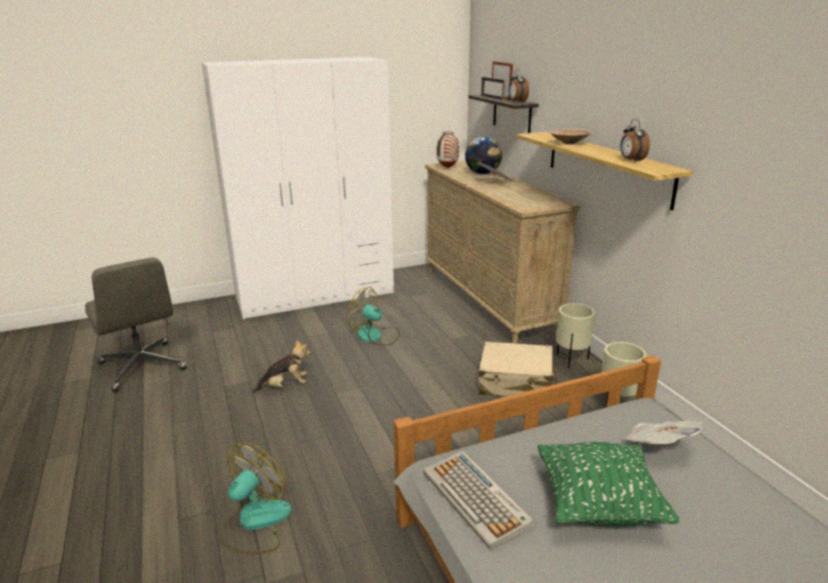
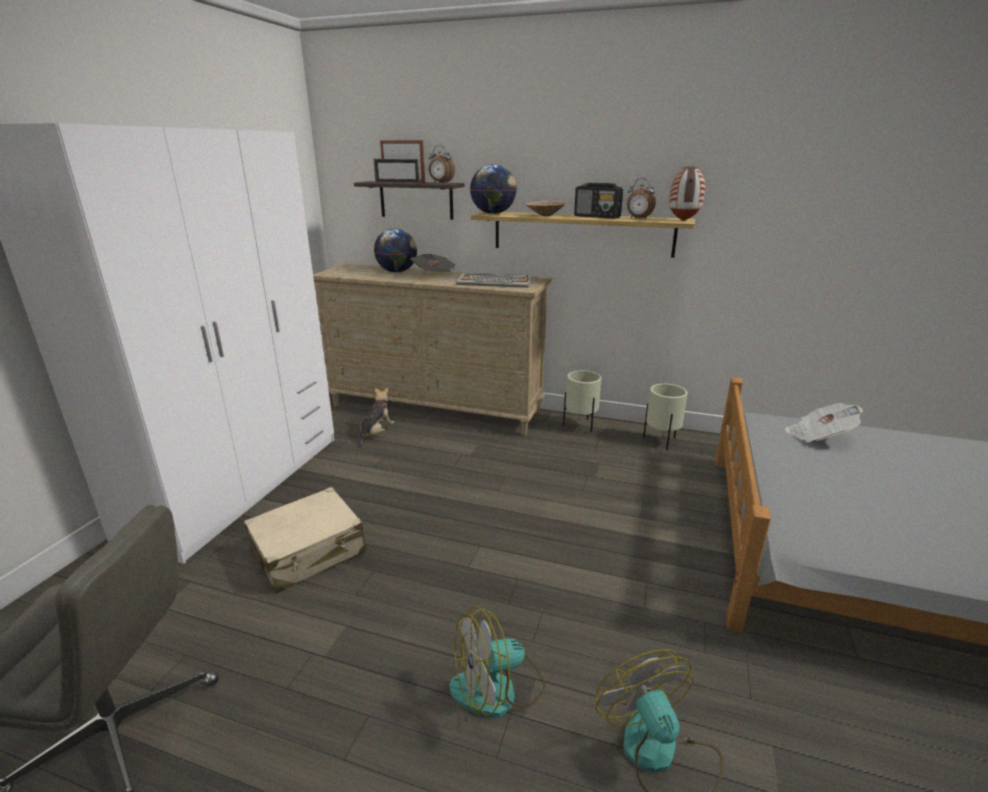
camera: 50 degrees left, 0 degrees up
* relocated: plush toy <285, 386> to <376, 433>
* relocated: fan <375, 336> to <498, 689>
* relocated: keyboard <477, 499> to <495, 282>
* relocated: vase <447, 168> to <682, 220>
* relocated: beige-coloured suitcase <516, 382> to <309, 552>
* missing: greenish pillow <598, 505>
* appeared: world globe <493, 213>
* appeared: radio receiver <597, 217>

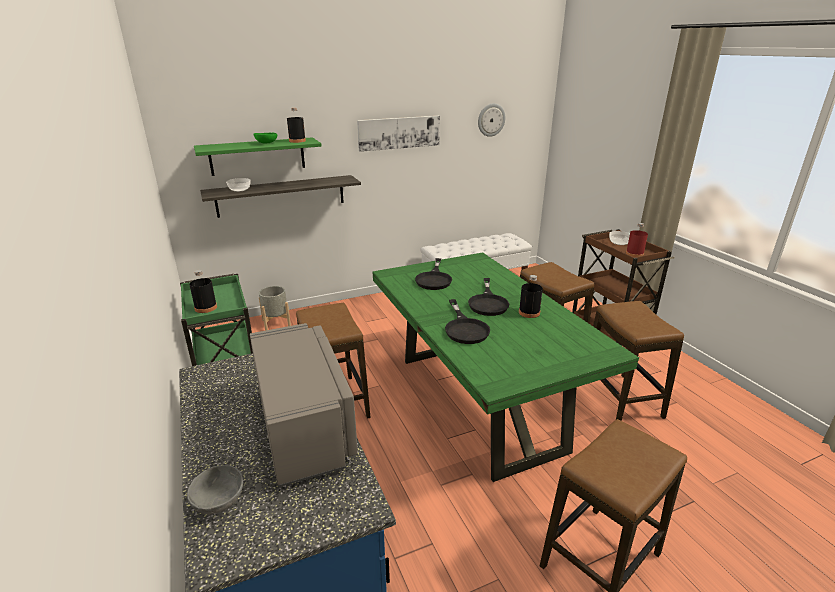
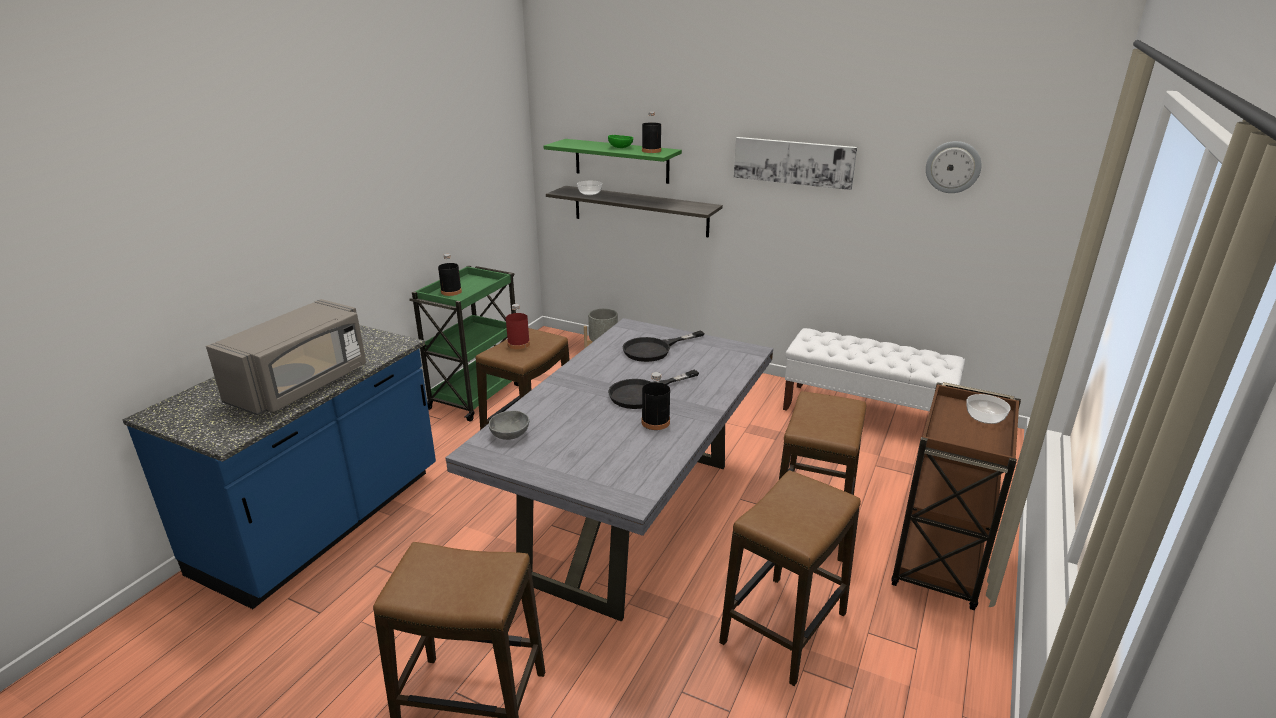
camera: 50 degrees right, 0 degrees up
* relocated: greyish bowl <220, 501> to <510, 435>
* colour: greenish kitchen table <479, 403> to greyish kitchen table <631, 520>
* missing: black-coloured pan <465, 328>
* relocated: red-coloured drink bottle <634, 254> to <518, 344>

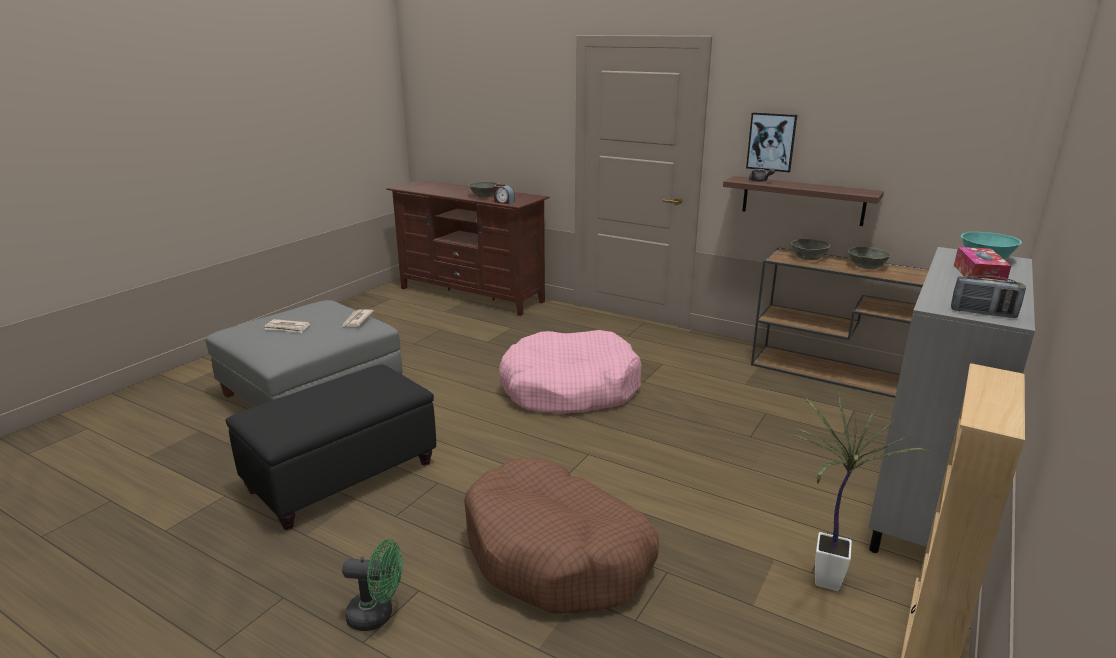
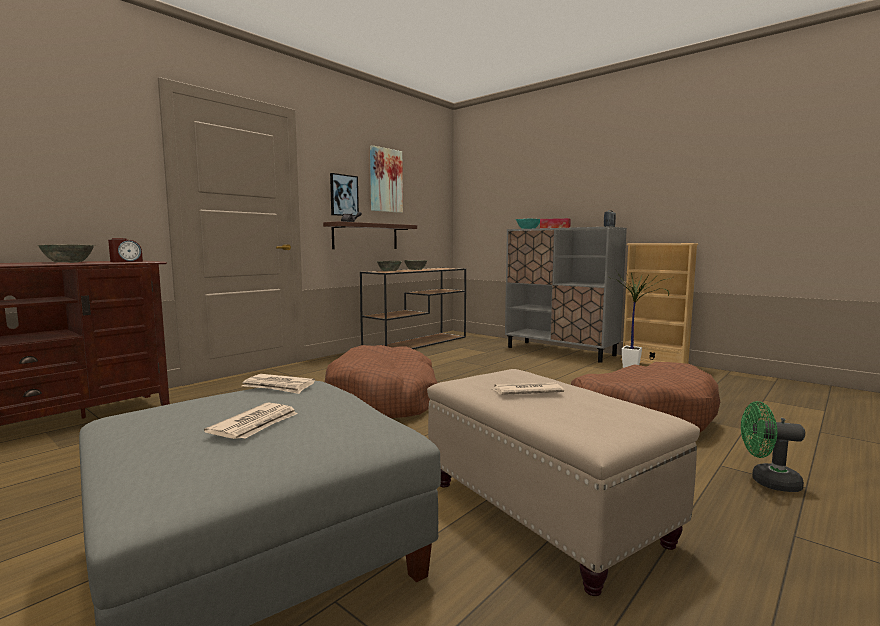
camera: 80 degrees left, 15 degrees down
* colour: black-coloured ottoman <341, 477> to beige-coloured ottoman <544, 512>
* spun: greenish fan <377, 615> = <767, 482> 90 degrees counterclockwise
* colour: pinkish dog cushion <569, 389> to brownish dog cushion <384, 400>
* appeared: wall art <385, 180>
* appeared: newspaper <526, 392>

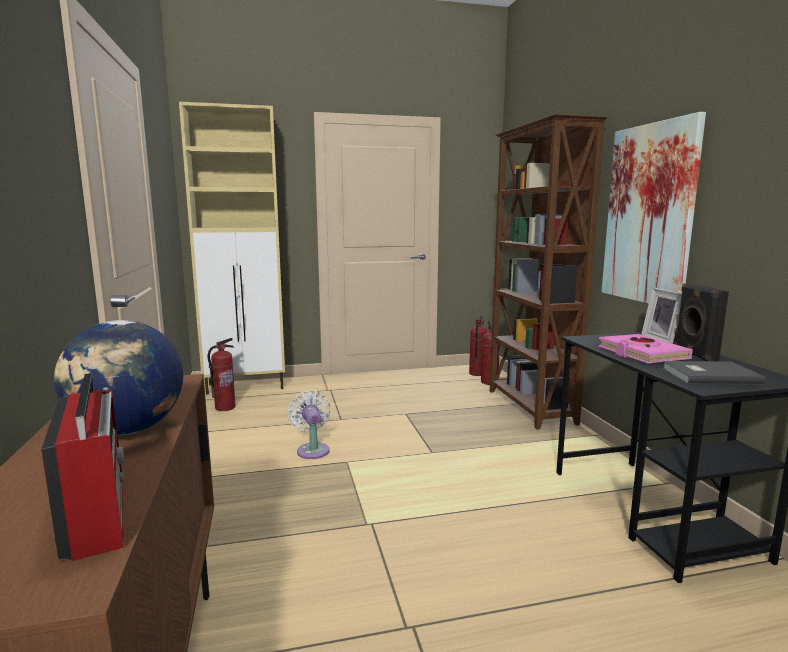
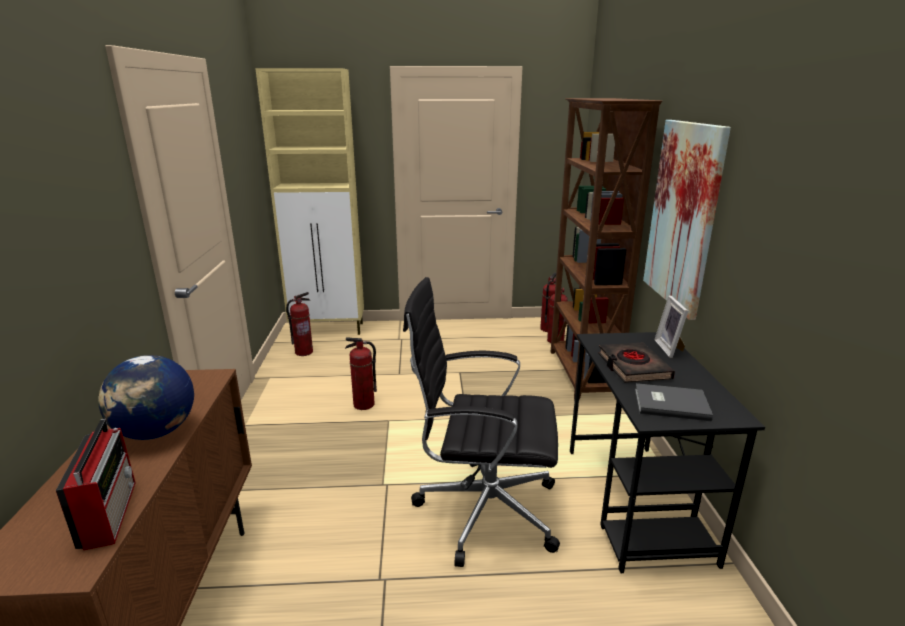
camera: 10 degrees right, 10 degrees up
* exchanged: white fan <312, 449> to extinguisher <363, 405>
* colour: pinkish book <642, 354> to black-coloured book <633, 367>
* missing: black-coloured loudspeaker <694, 354>
* appeared: black-coloured desk chair <483, 509>

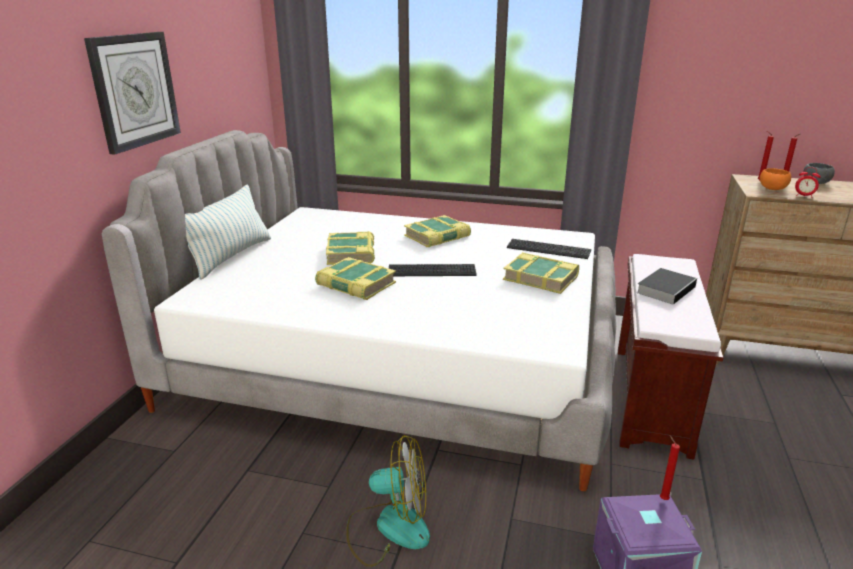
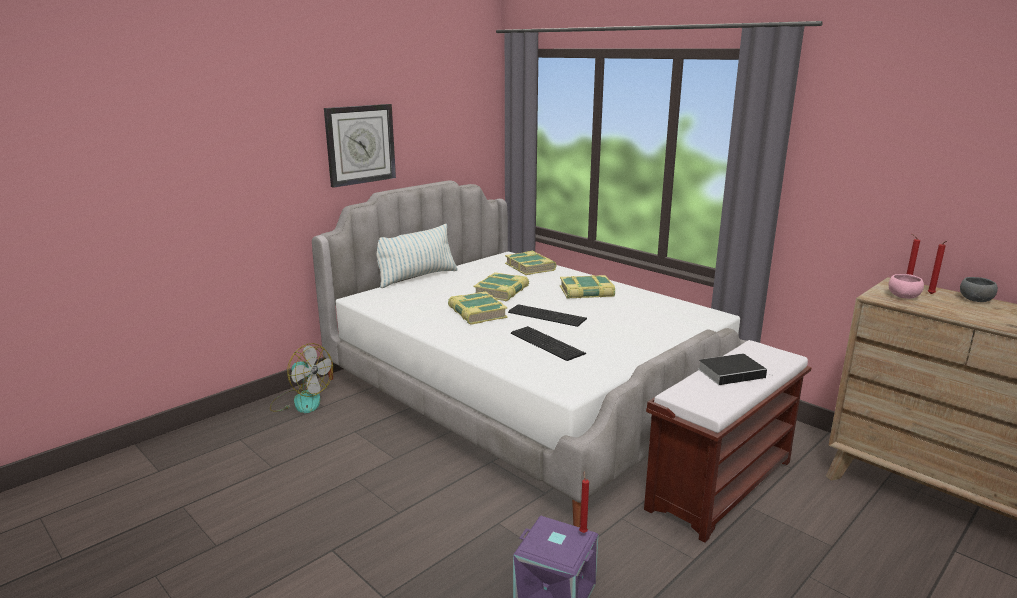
camera: 30 degrees right, 5 degrees down
* relocated: fan <389, 527> to <301, 401>
* relocated: book <541, 278> to <530, 267>
* relocated: keyboard <548, 248> to <547, 342>
* colour: orange bowl <771, 189> to pinkish bowl <902, 296>
* missing: bedside clock <804, 196>

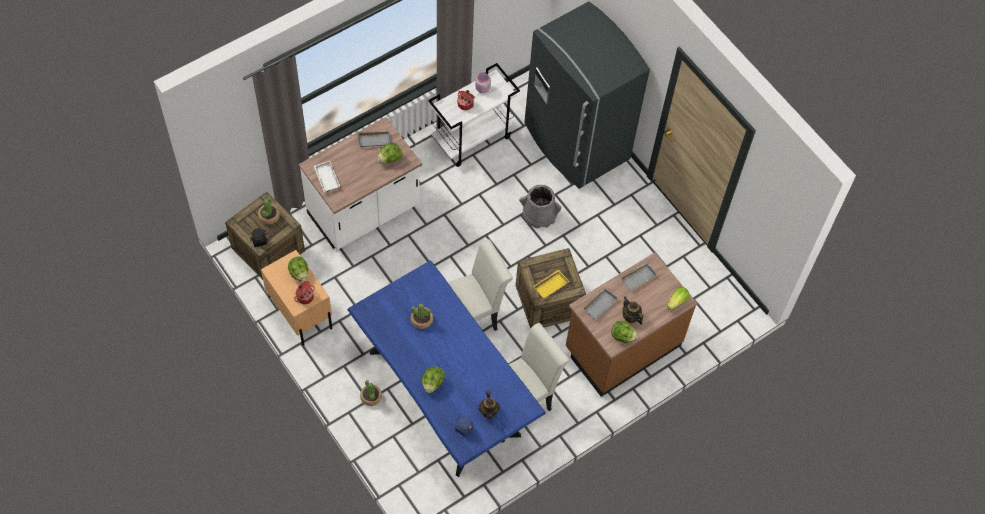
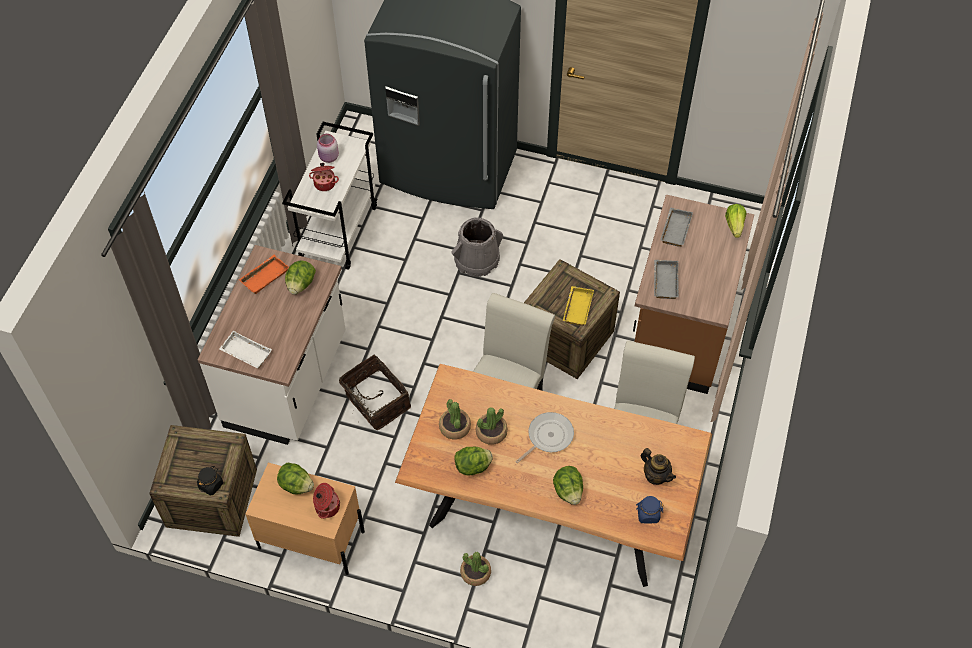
camera: 35 degrees left, 5 degrees down
* relocated: houseplant <269, 216> to <454, 427>
* colour: bluish kitchen table <444, 393> to brownish kitchen table <550, 509>
* colour: greyish carrying tray <375, 139> to orange carrying tray <264, 276>
* relocated: lettuce <622, 336> to <473, 466>
* missing: teapot <630, 317>
* appeared: household basket <376, 402>
* appeared: pan <548, 436>

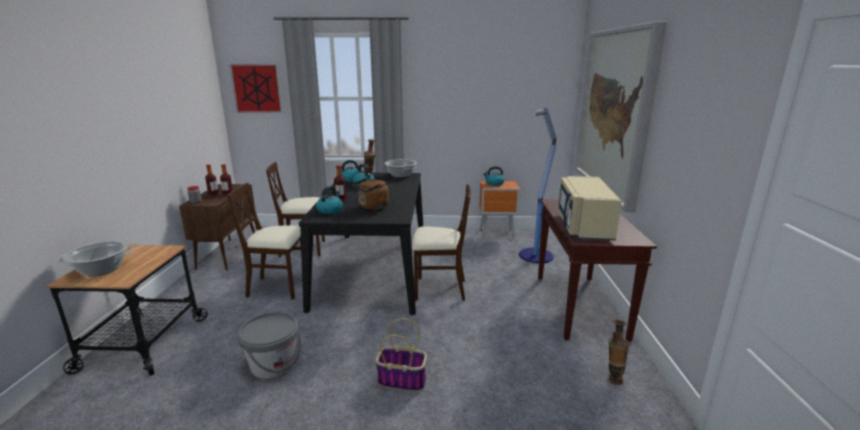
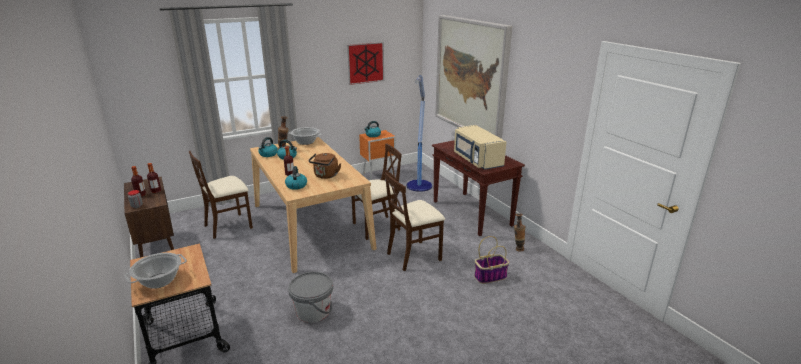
camera: 30 degrees left, 5 degrees up
* relocated: beige-coloured chair <278, 287> to <414, 255>
* relocated: wall art <256, 88> to <365, 63>
* colour: black-coloured kitchen table <374, 268> to beige-coloured kitchen table <310, 225>
* relocated: household basket <403, 380> to <490, 276>

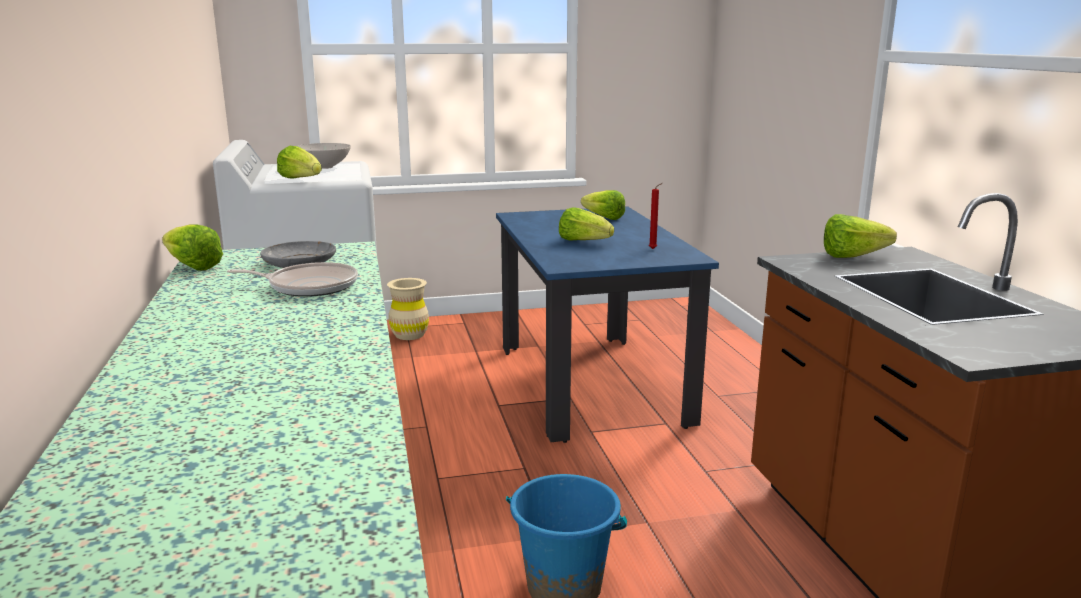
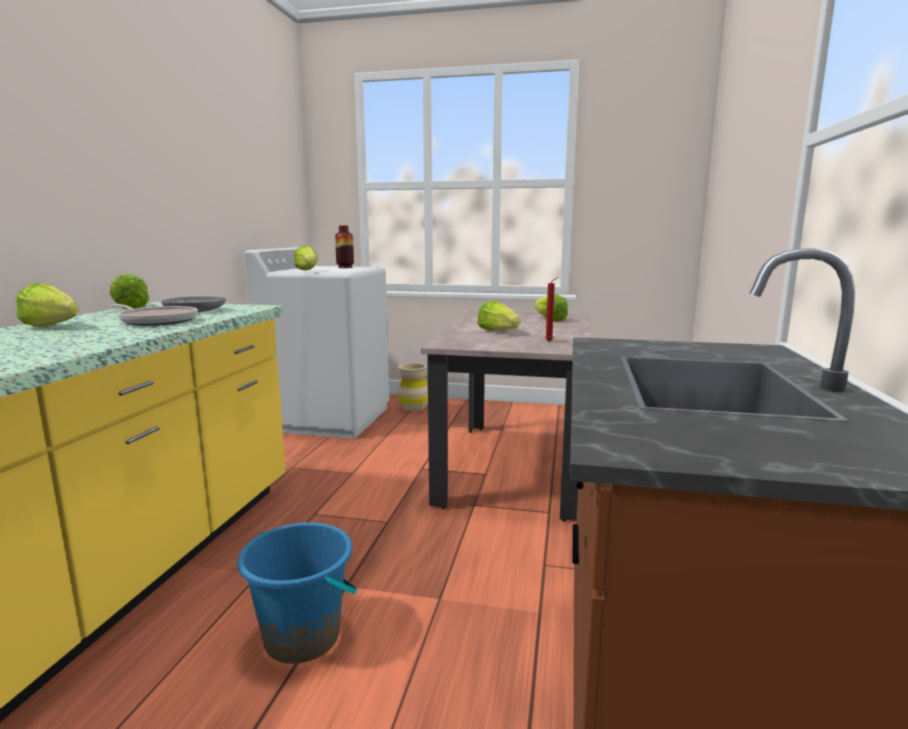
camera: 25 degrees right, 5 degrees down
* exchanged: white bowl <325, 167> to vase <345, 267>
* colour: bluish kitchen table <590, 384> to beige-coloured kitchen table <514, 466>
* relocated: lettuce <859, 257> to <55, 328>

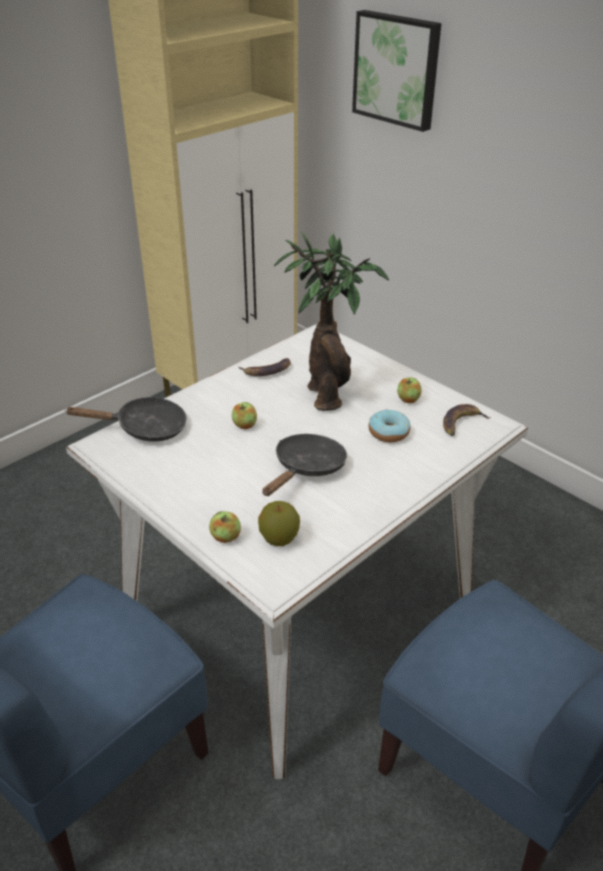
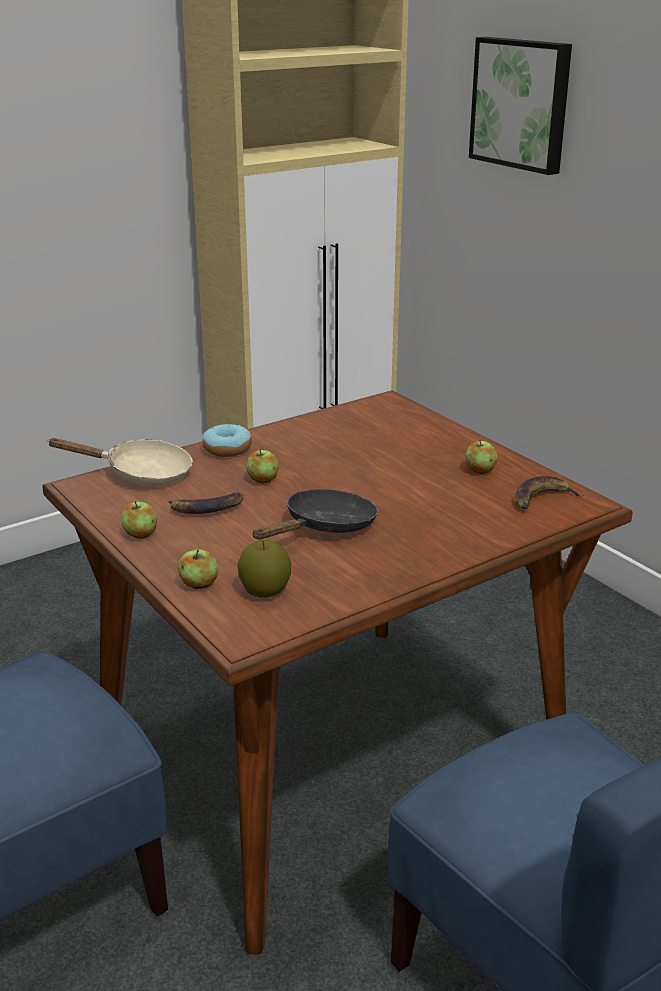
camera: 10 degrees right, 10 degrees down
* colour: white kitchen table <300, 611> to brownish kitchen table <331, 760>
* colour: black-coloured pan <145, 428> to beige-coloured pan <141, 474>
* relocated: banana fruit <267, 371> to <206, 508>
* missing: houseplant <327, 393>
* relocated: ring doughnut <388, 432> to <227, 449>
* appeared: apple fruit <140, 534>

